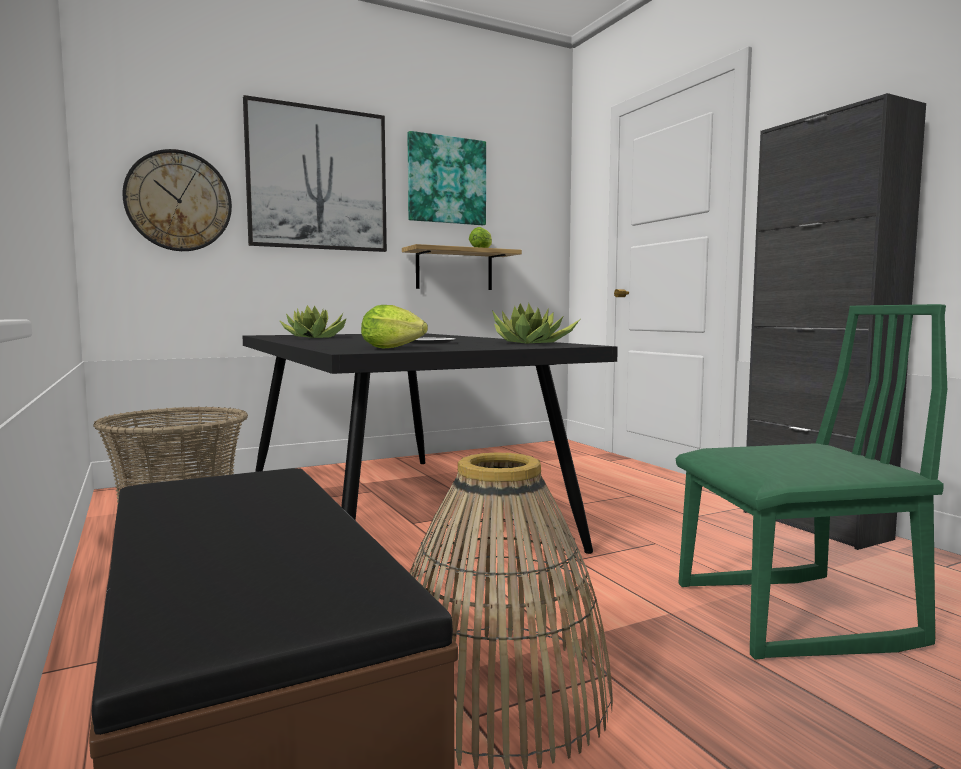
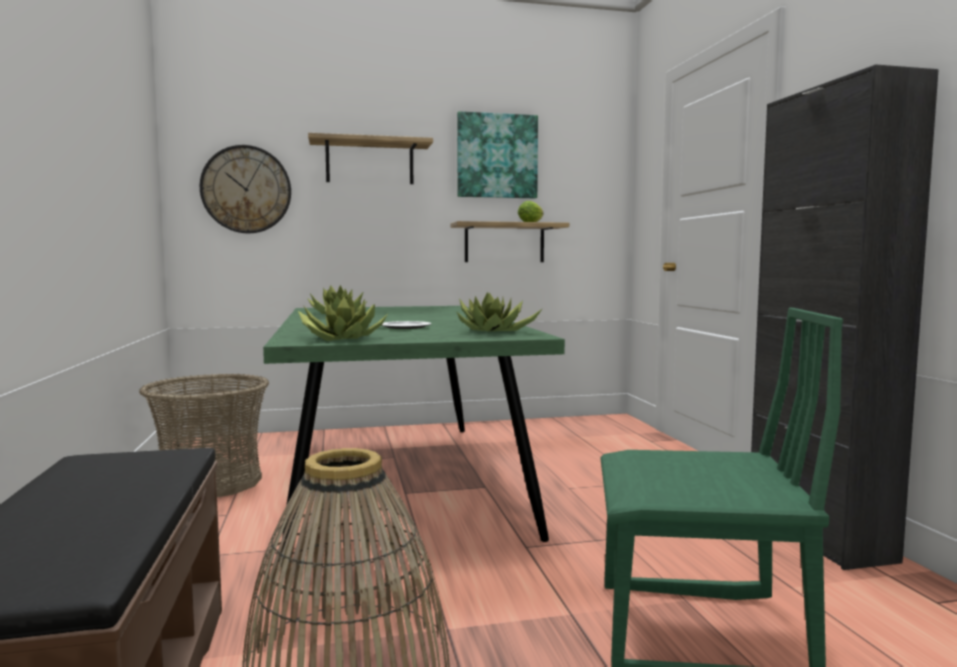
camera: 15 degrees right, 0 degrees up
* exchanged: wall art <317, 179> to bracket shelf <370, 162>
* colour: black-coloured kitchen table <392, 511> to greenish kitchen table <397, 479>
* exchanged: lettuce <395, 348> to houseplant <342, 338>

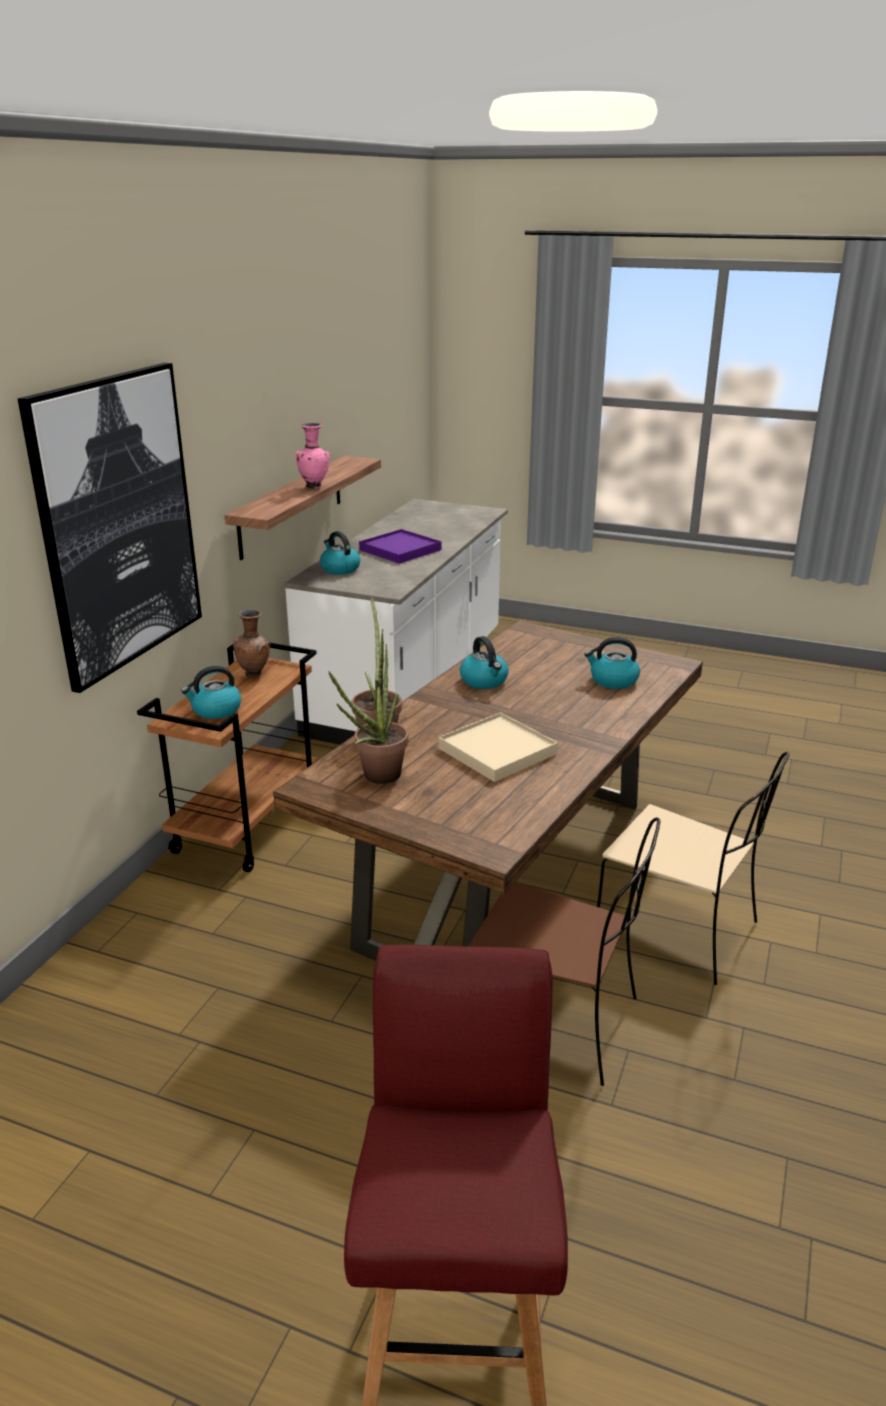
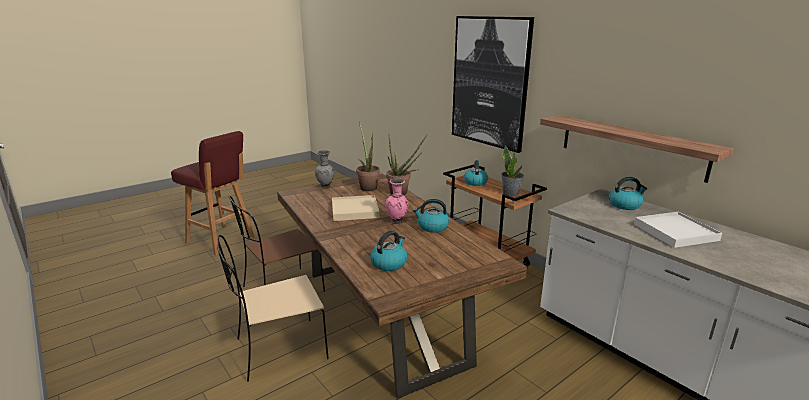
camera: 120 degrees right, 5 degrees down
* exchanged: brownish vase <255, 674> to houseplant <510, 193>
* relocated: pinkish vase <314, 486> to <397, 222>
* colour: purple carrying tray <400, 550> to white carrying tray <675, 232>
* appeared: greyish vase <326, 187>

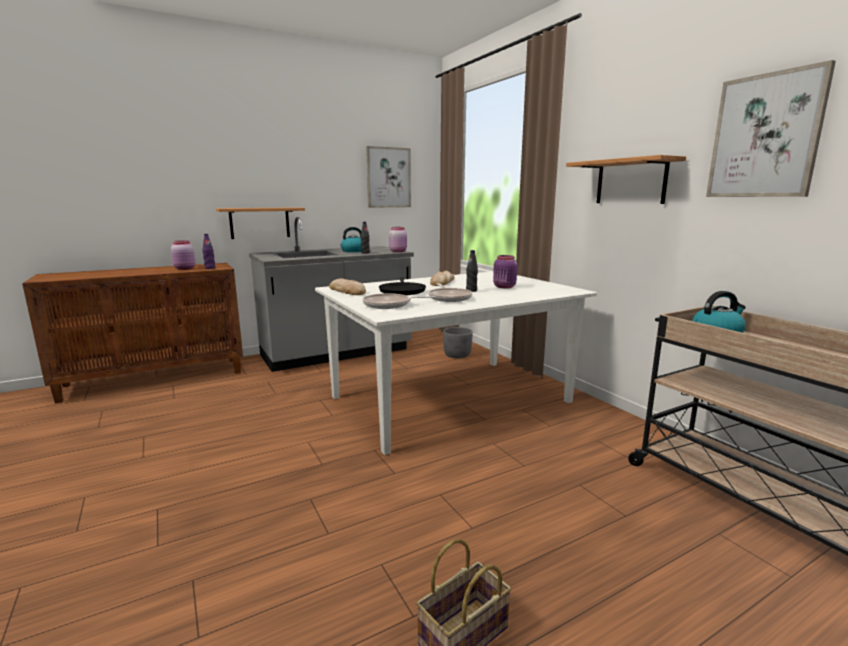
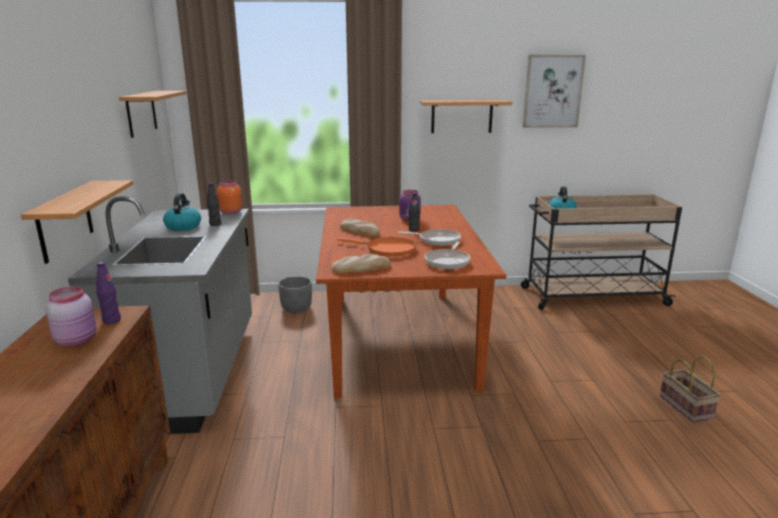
camera: 65 degrees left, 5 degrees up
* colour: white kitchen table <450, 399> to brownish kitchen table <398, 338>
* exchanged: wall art <388, 177> to bracket shelf <141, 113>
* colour: black-coloured pan <402, 291> to orange pan <388, 249>
* colour: pinkish storage jar <398, 251> to orange storage jar <231, 212>

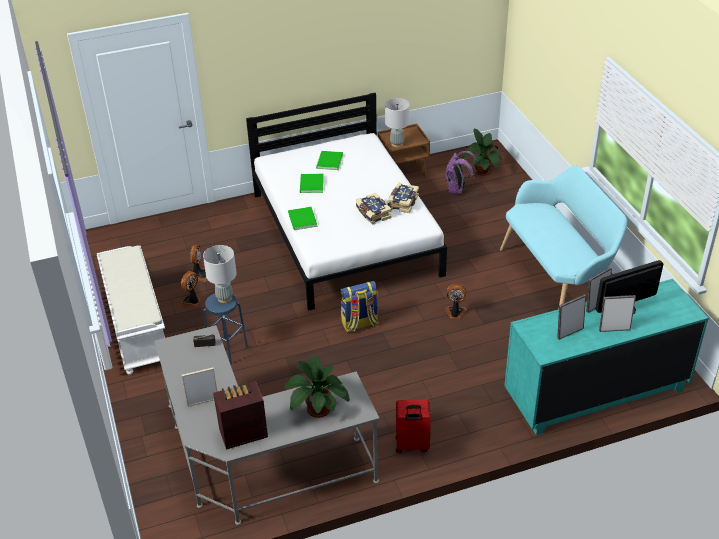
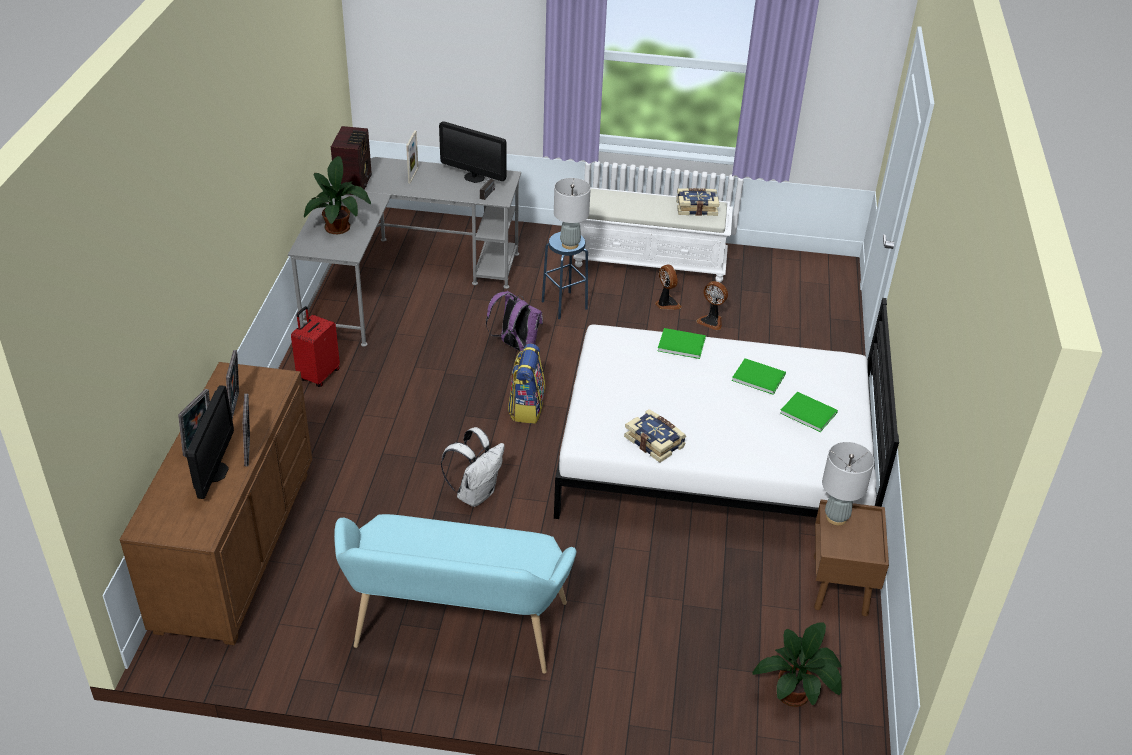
camera: 115 degrees right, 0 degrees up
* relocated: book <372, 214> to <696, 208>
* relocated: purple rucksack <457, 190> to <515, 345>
* exchanged: fan <455, 313> to white rucksack <475, 493>
* colour: turquoise drawer chest <596, 392> to brownish drawer chest <236, 549>
* appeared: computer display <474, 177>

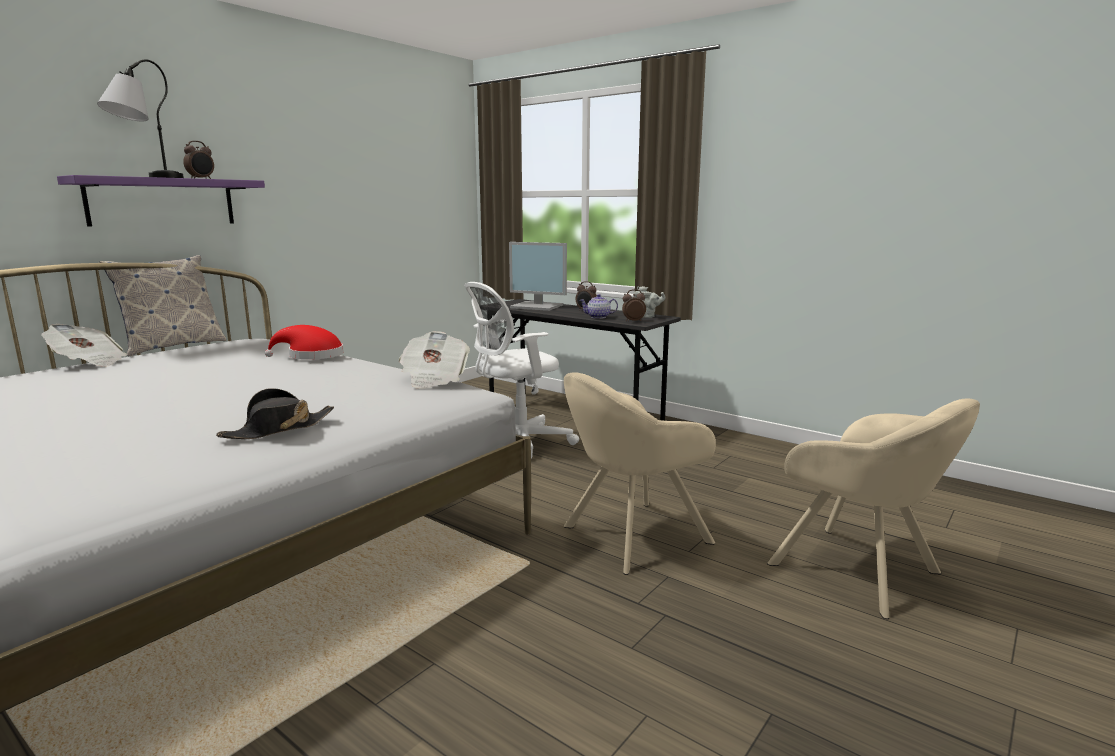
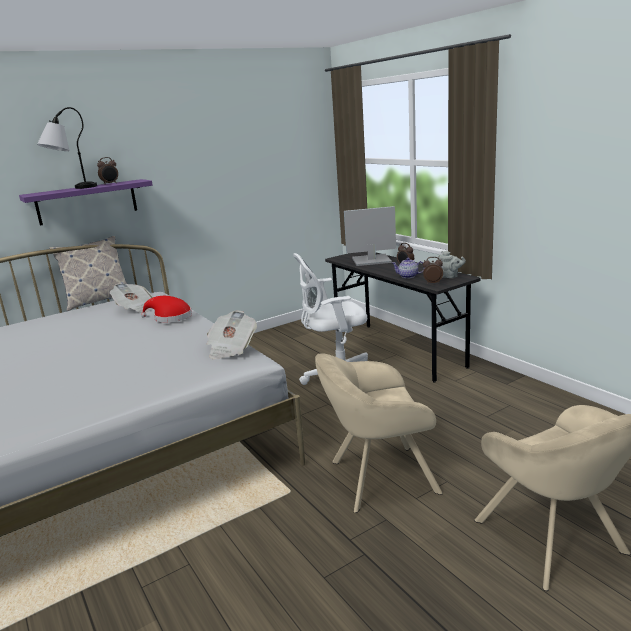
camera: 20 degrees right, 5 degrees up
* relocated: newspaper <89, 362> to <136, 309>
* missing: black-coloured clothing hat <278, 429>
* spun: computer display <538, 306> = <370, 260> 135 degrees clockwise

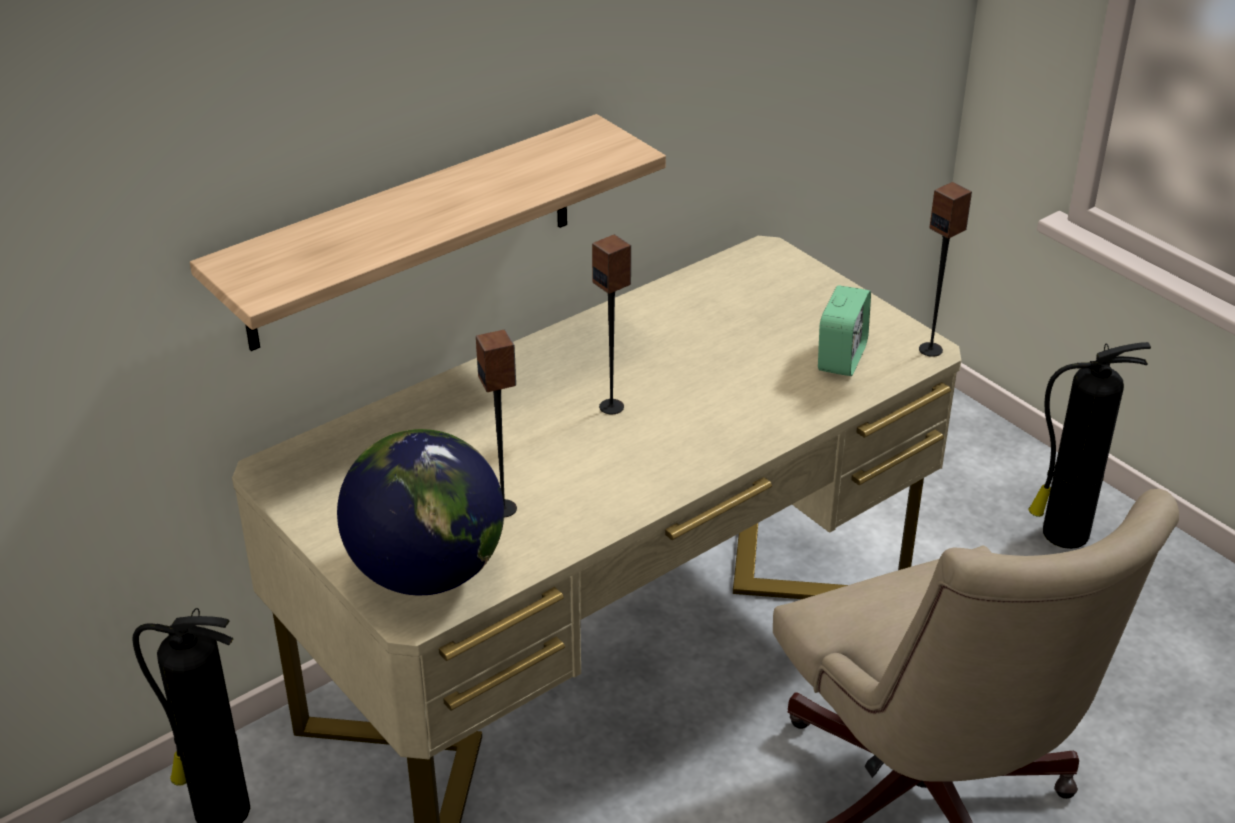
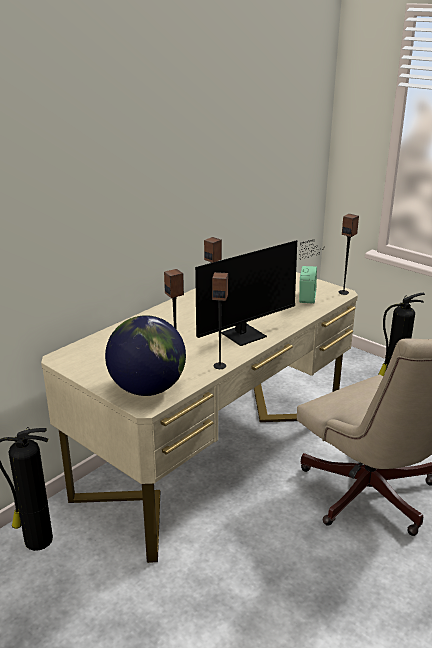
camera: 10 degrees left, 10 degrees down
* missing: bracket shelf <411, 233>
* appeared: computer display <249, 334>
* appeared: loudspeaker <220, 366>

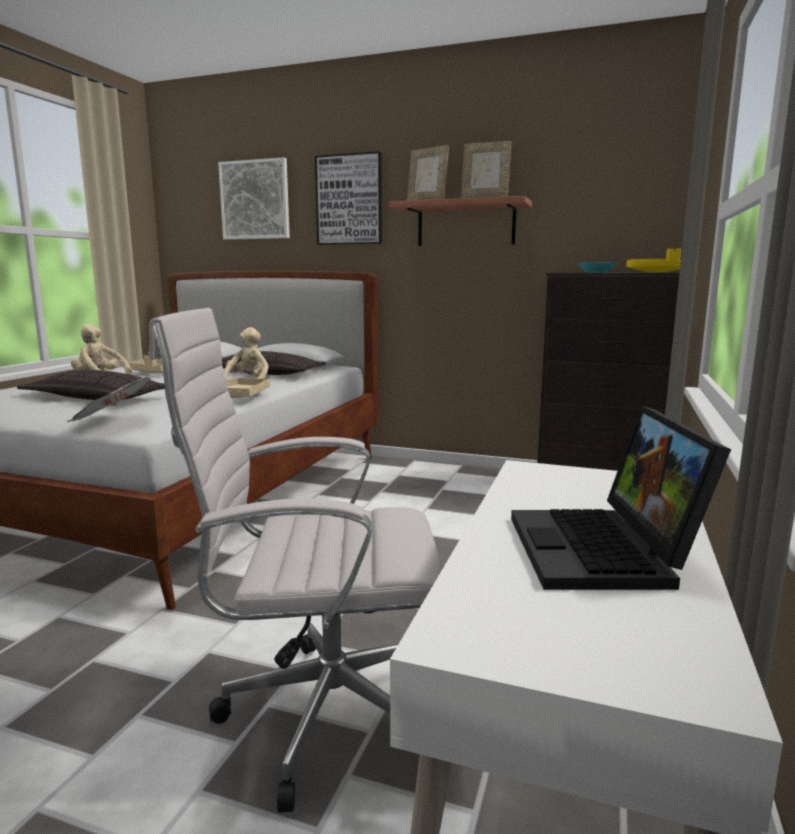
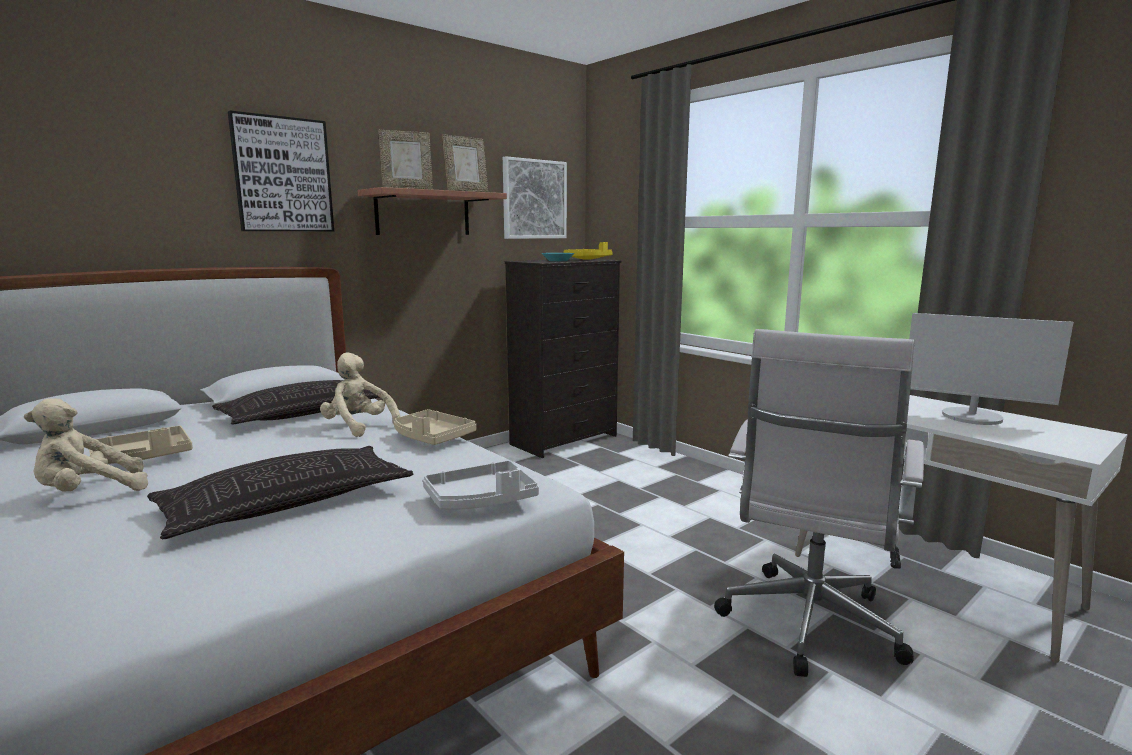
camera: 60 degrees left, 0 degrees up
* exchanged: newspaper <111, 421> to greyish carrying tray <481, 500>
* relocated: wall art <255, 200> to <534, 199>
* exchanged: laptop <605, 552> to computer display <972, 417>

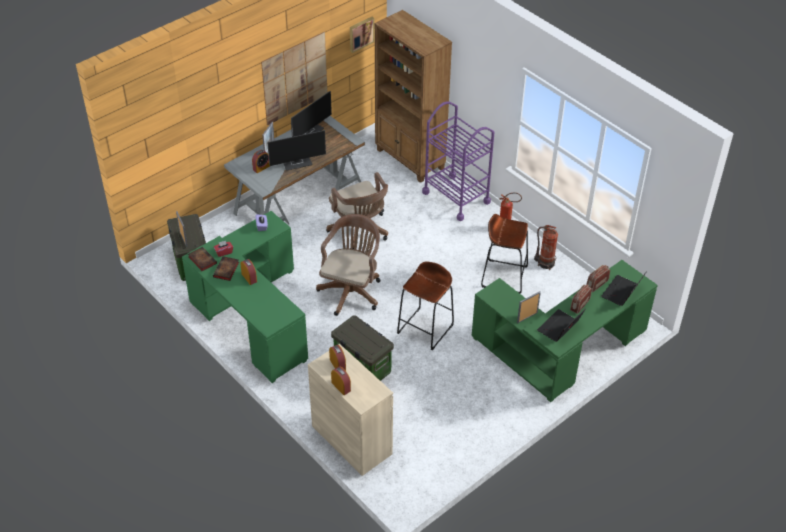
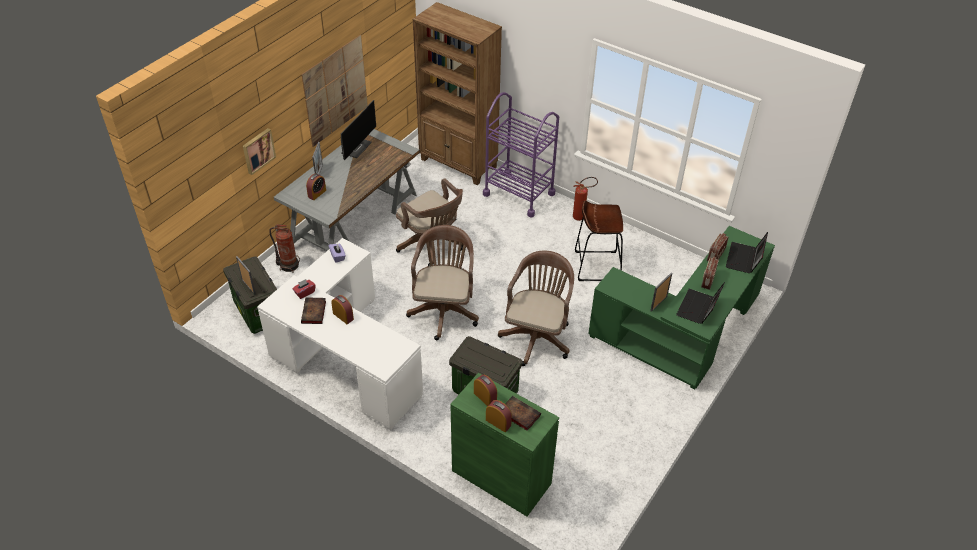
camera: 15 degrees left, 0 degrees up
* colour: greenish desk unit <251, 316> to white desk unit <343, 359>
* relocated: book <201, 260> to <518, 414>
* missing: computer display <297, 162>
* colour: beige-coloured storage cabinet <351, 440> to greenish storage cabinet <501, 477>
* relocated: wall art <361, 33> to <258, 150>
* exchanged: brownish sitting stool <425, 329> to brownish desk chair <537, 336>
* relocated: extinguisher <545, 262> to <288, 265>

